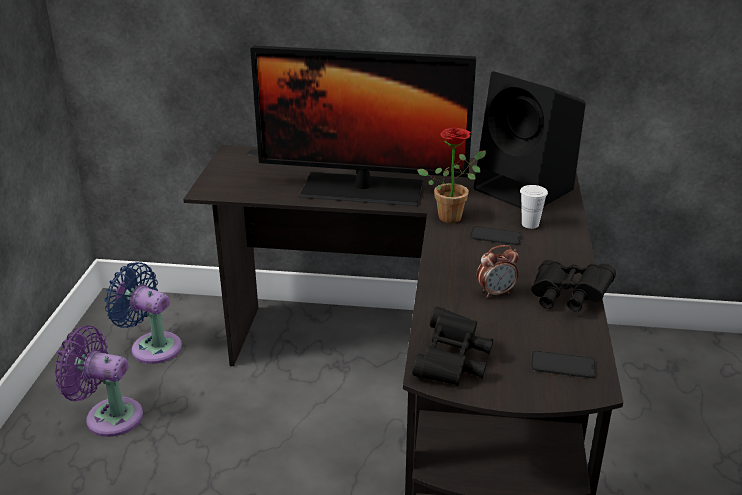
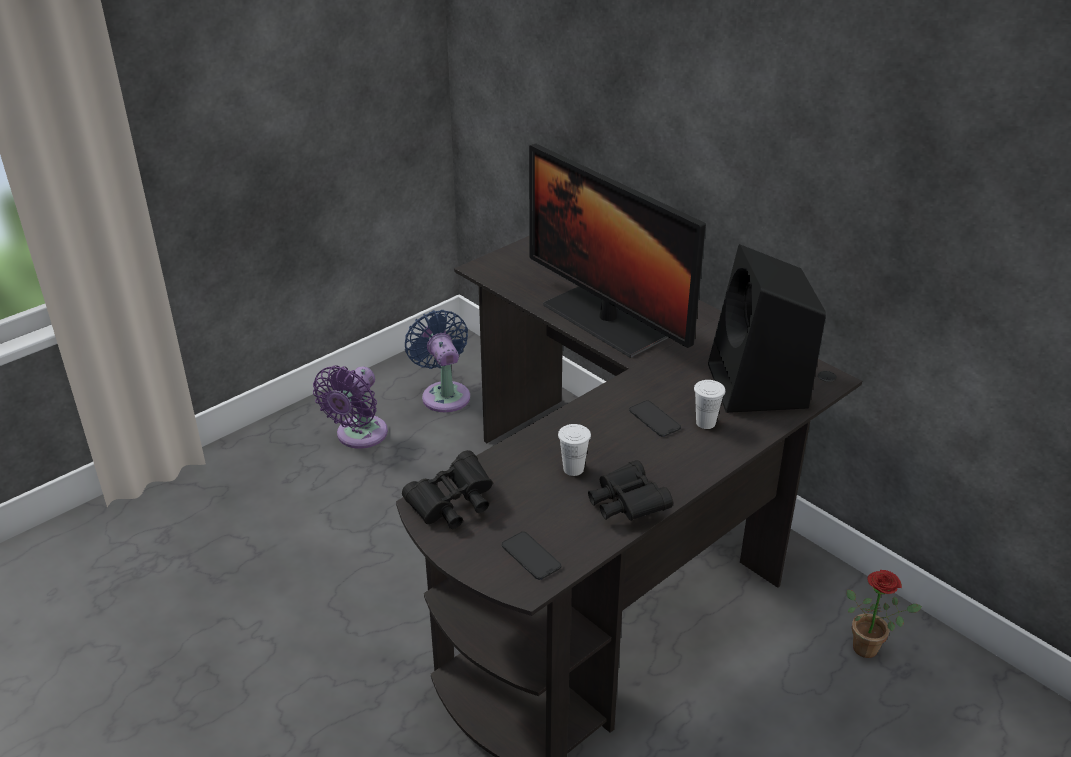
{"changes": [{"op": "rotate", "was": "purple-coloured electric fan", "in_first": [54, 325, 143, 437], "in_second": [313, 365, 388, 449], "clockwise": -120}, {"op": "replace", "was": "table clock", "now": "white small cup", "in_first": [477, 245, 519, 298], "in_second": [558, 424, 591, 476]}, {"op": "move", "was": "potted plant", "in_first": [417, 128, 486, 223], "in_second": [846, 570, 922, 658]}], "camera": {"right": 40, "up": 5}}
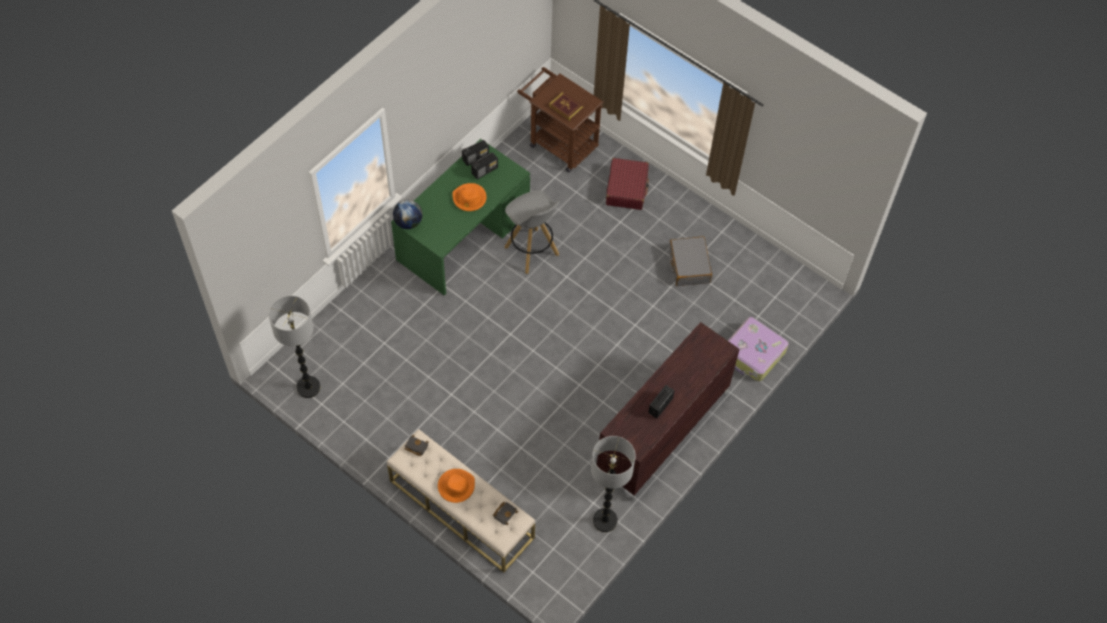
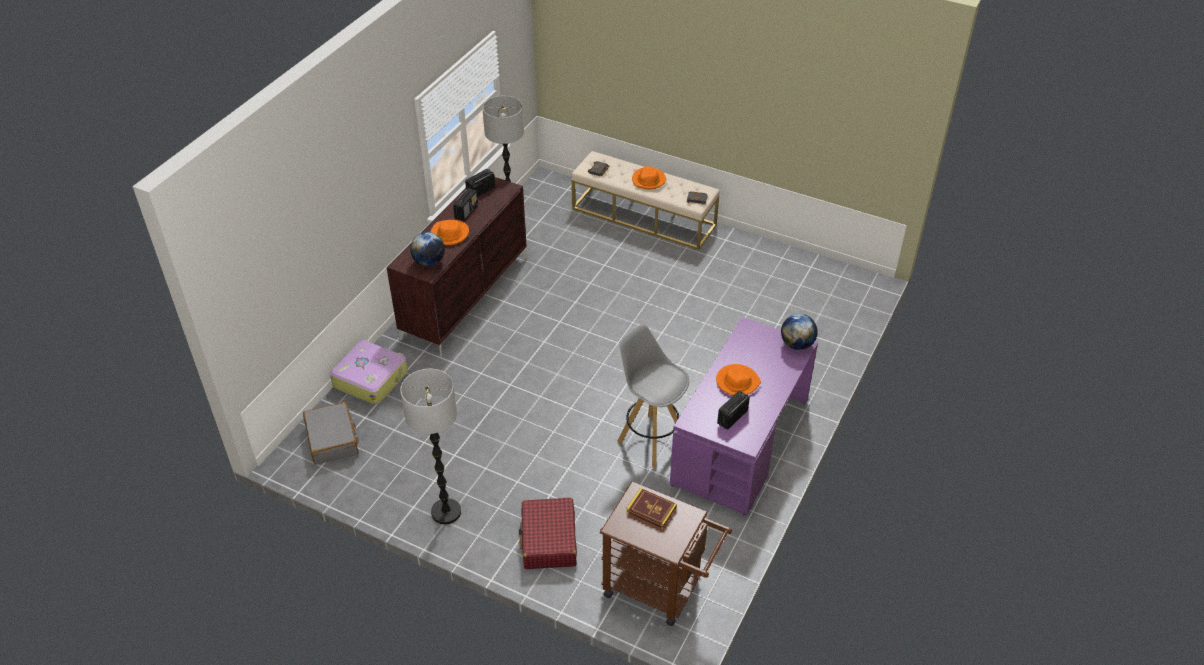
{"changes": [{"op": "move", "was": "greyish piece of luggage", "in_first": [669, 237, 712, 286], "in_second": [303, 402, 358, 465]}, {"op": "move", "was": "floor lamp", "in_first": [269, 296, 321, 398], "in_second": [400, 369, 461, 524]}, {"op": "insert", "now": "globe", "in_second": [410, 232, 445, 266]}, {"op": "insert", "now": "orange hat", "in_second": [431, 220, 469, 245]}, {"op": "move", "was": "radio set", "in_first": [462, 140, 489, 166], "in_second": [465, 169, 495, 197]}, {"op": "recolor", "was": "green-coloured desk unit", "now": "purple-coloured desk unit", "in_first": [391, 139, 530, 295], "in_second": [670, 317, 818, 515]}], "camera": {"right": 170, "up": -15}}
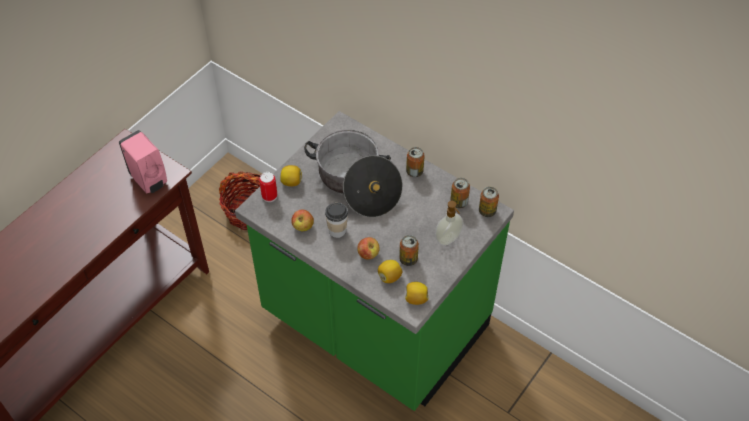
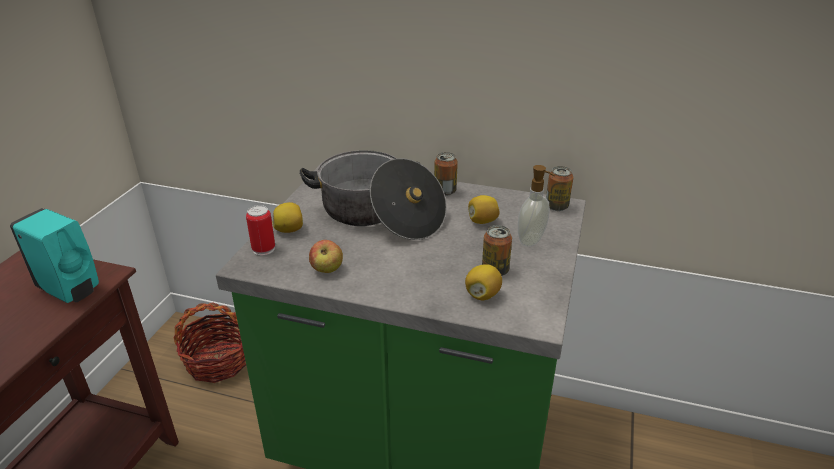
{"changes": [{"op": "recolor", "was": "pink soap dispenser", "now": "turquoise-coloured soap dispenser", "in_first": [119, 130, 167, 194], "in_second": [10, 208, 99, 303]}, {"op": "move", "was": "whole lemon", "in_first": [405, 282, 429, 305], "in_second": [468, 195, 500, 224]}, {"op": "delete", "was": "small cup", "in_first": [325, 203, 348, 238]}, {"op": "delete", "was": "apple fruit", "in_first": [357, 237, 380, 260]}, {"op": "delete", "was": "can", "in_first": [450, 178, 470, 208]}], "camera": {"right": -20, "up": -20}}
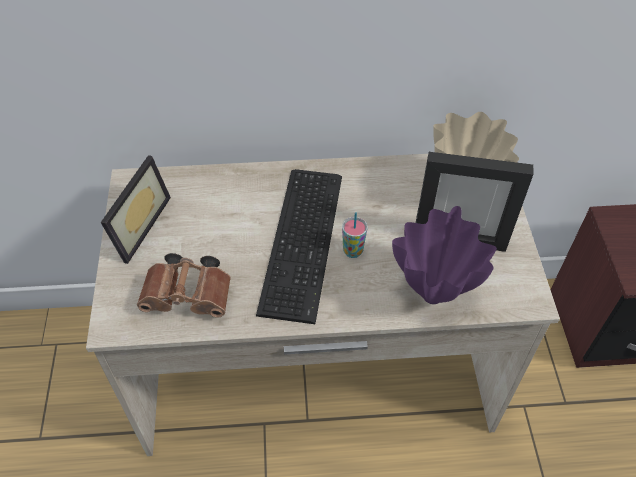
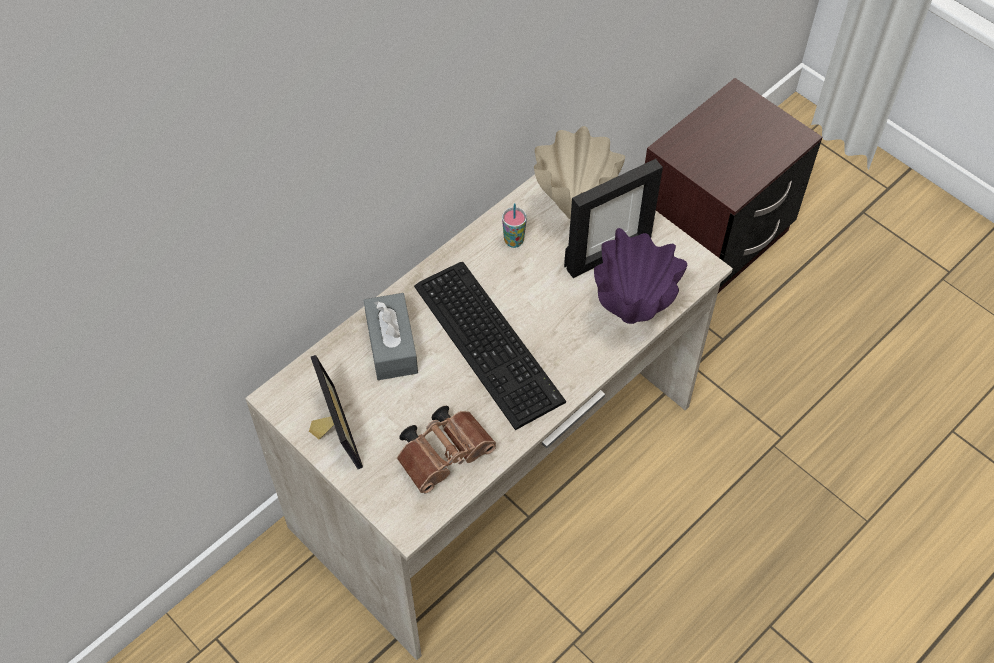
{"changes": [{"op": "insert", "now": "greyish tissue box", "in_second": [364, 293, 418, 380]}, {"op": "move", "was": "small cup", "in_first": [342, 212, 367, 258], "in_second": [502, 203, 527, 248]}], "camera": {"right": -40, "up": 5}}
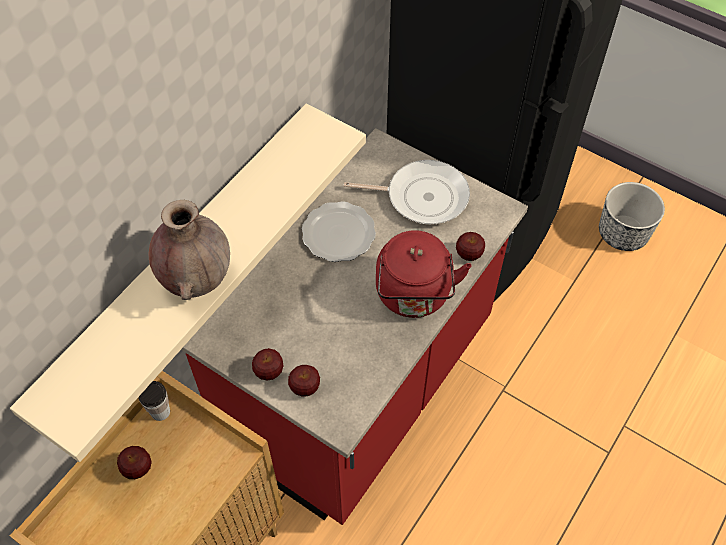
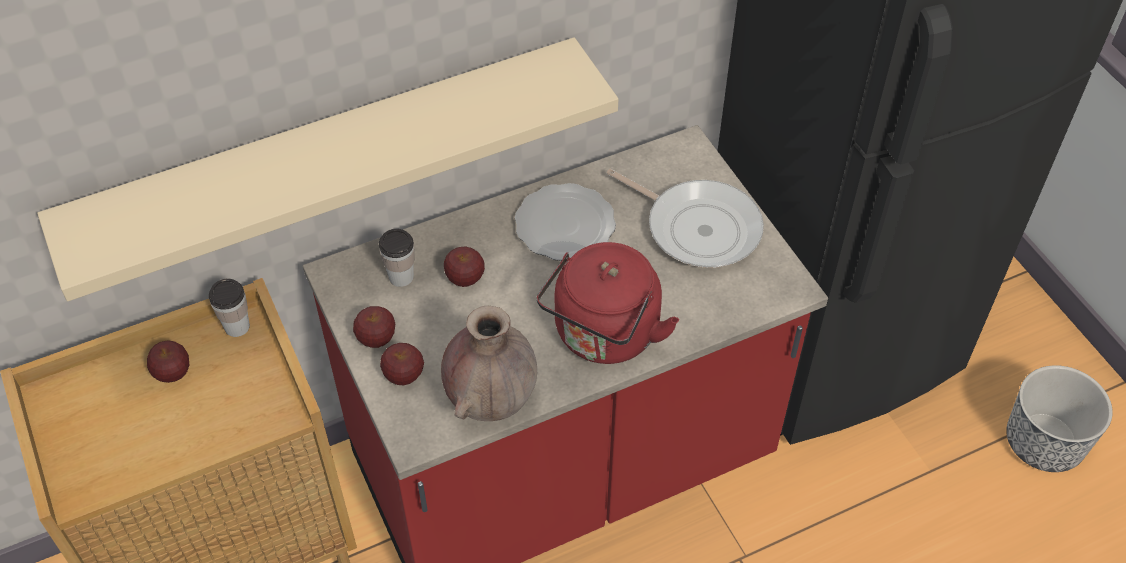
{"changes": [{"op": "insert", "now": "small cup", "in_second": [379, 229, 414, 287]}, {"op": "move", "was": "brown-coloured vase", "in_first": [148, 200, 230, 300], "in_second": [441, 306, 537, 421]}, {"op": "move", "was": "apple fruit", "in_first": [456, 232, 485, 261], "in_second": [444, 246, 485, 287]}], "camera": {"right": 30, "up": -5}}
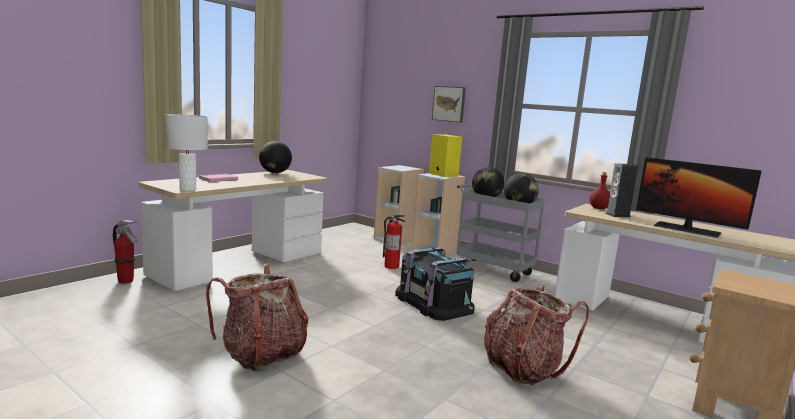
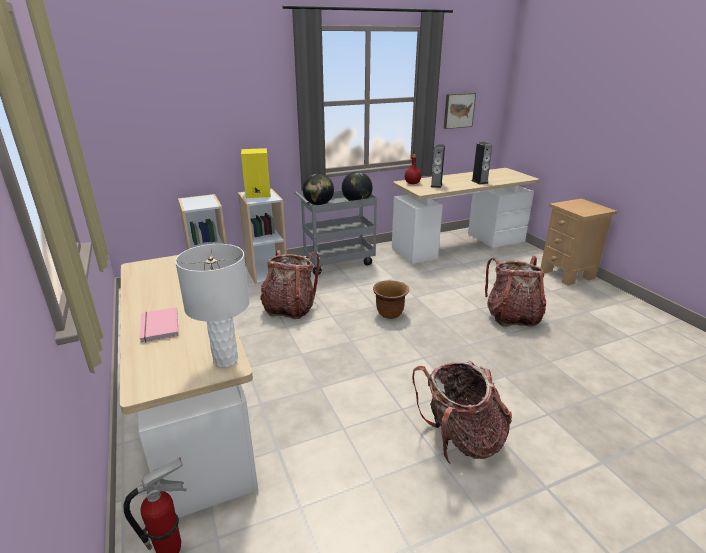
{"changes": [{"op": "replace", "was": "extinguisher", "now": "rucksack", "in_first": [383, 215, 405, 269], "in_second": [260, 250, 319, 319]}, {"op": "replace", "was": "black-coloured storage box", "now": "brown-coloured flower pot", "in_first": [395, 247, 475, 321], "in_second": [373, 280, 409, 319]}, {"op": "move", "was": "wall picture", "in_first": [432, 86, 466, 122], "in_second": [444, 93, 476, 129]}, {"op": "replace", "was": "monitor", "now": "speaker", "in_first": [636, 157, 762, 238], "in_second": [471, 142, 492, 185]}, {"op": "delete", "was": "globe", "in_first": [259, 141, 292, 173]}], "camera": {"right": -60, "up": 15}}
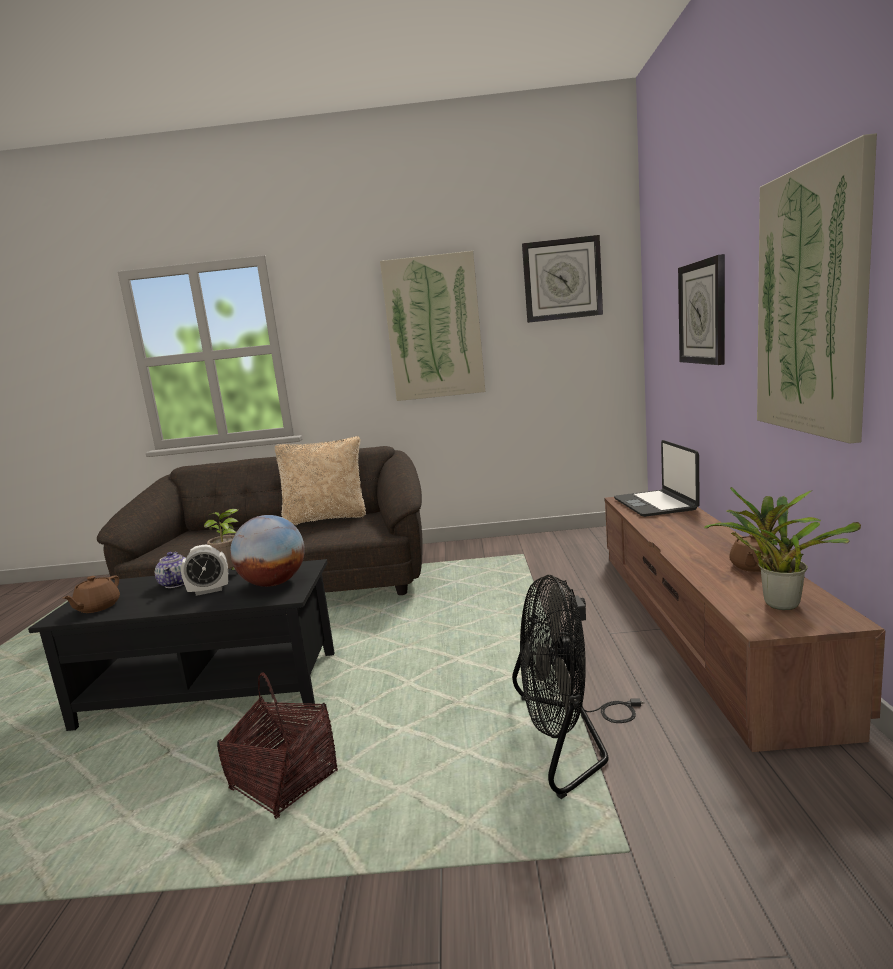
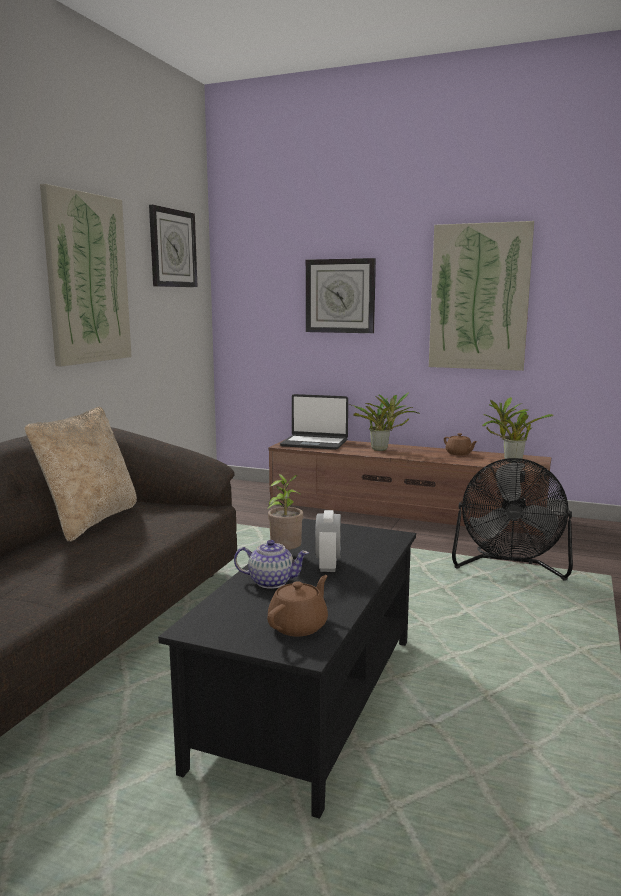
{"changes": [{"op": "rotate", "was": "brown-coloured teapot", "in_first": [63, 575, 120, 613], "in_second": [267, 575, 328, 636], "clockwise": -90}, {"op": "insert", "now": "potted plant", "in_second": [349, 392, 419, 451]}, {"op": "delete", "was": "storage basket", "in_first": [217, 672, 338, 819]}, {"op": "delete", "was": "globe", "in_first": [230, 515, 305, 587]}], "camera": {"right": -70, "up": 0}}
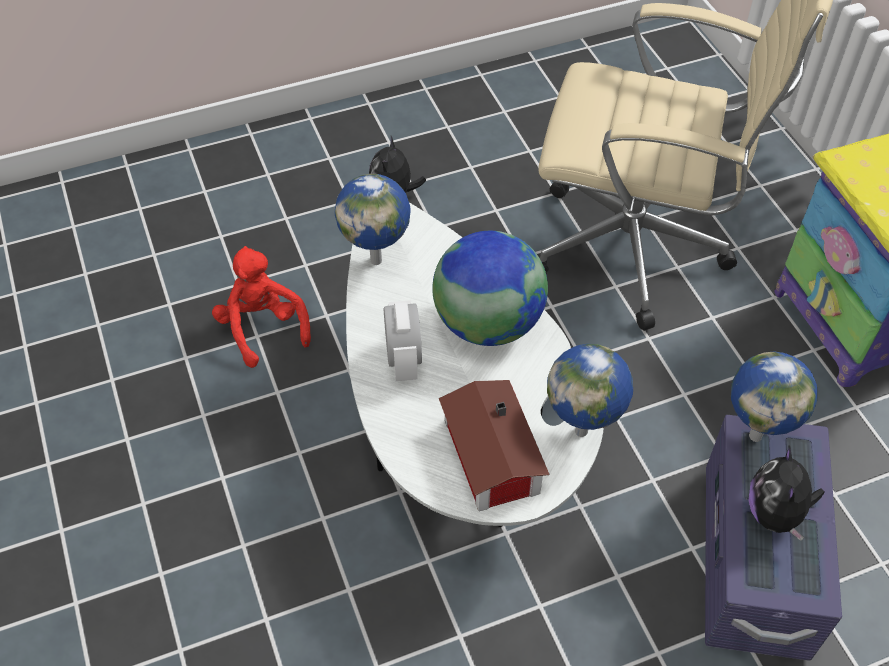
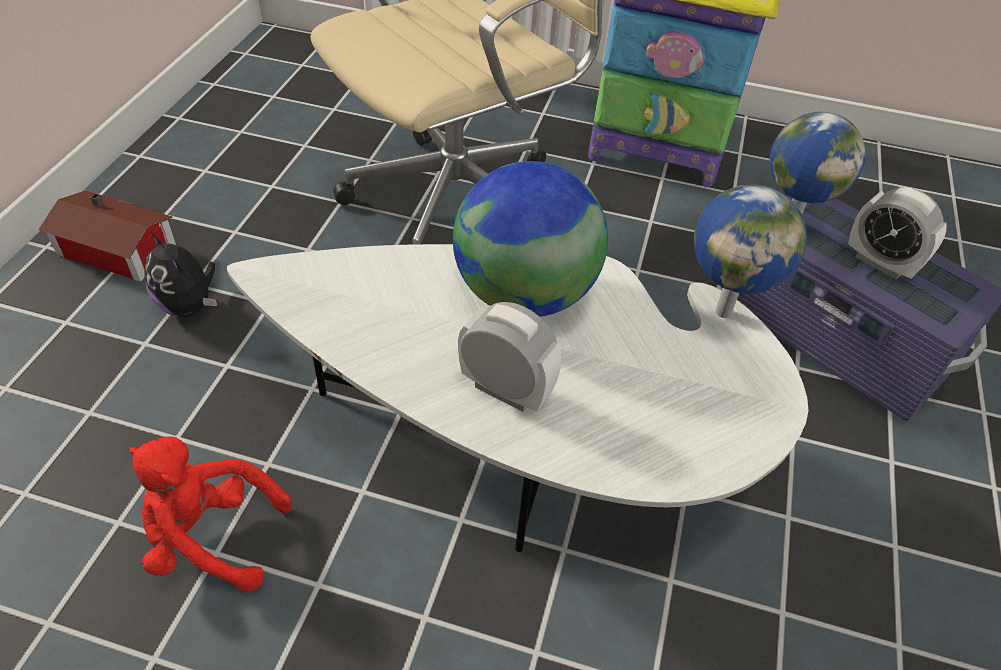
{"changes": [{"op": "move", "was": "toy house", "in_first": [439, 380, 550, 511], "in_second": [38, 190, 176, 282]}, {"op": "replace", "was": "plush toy", "now": "table clock", "in_first": [748, 445, 825, 541], "in_second": [848, 187, 947, 280]}, {"op": "delete", "was": "globe", "in_first": [335, 174, 411, 265]}], "camera": {"right": -55, "up": -5}}
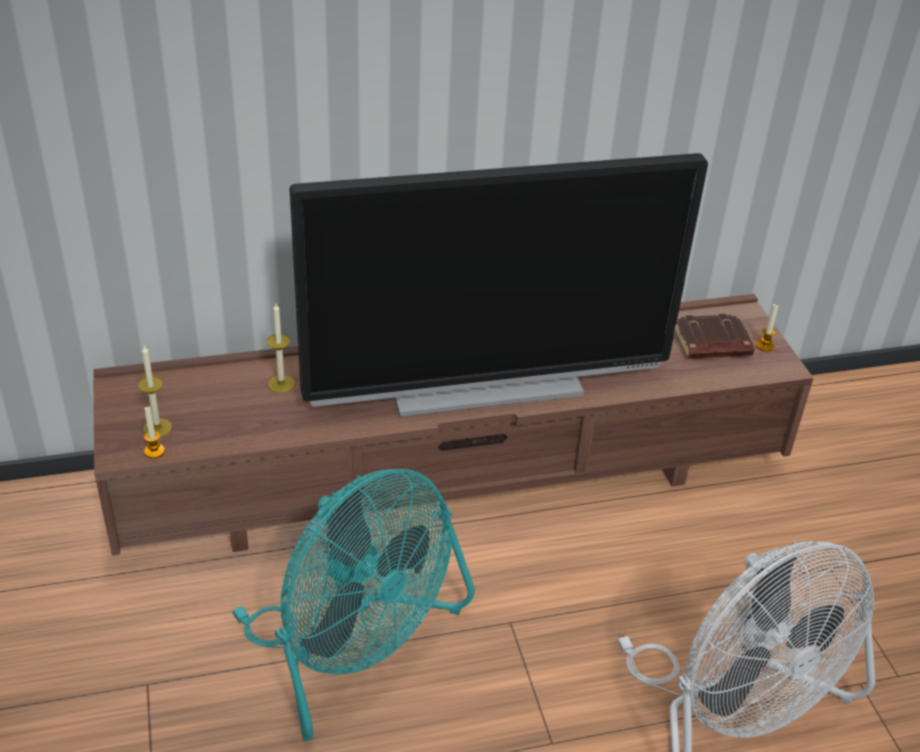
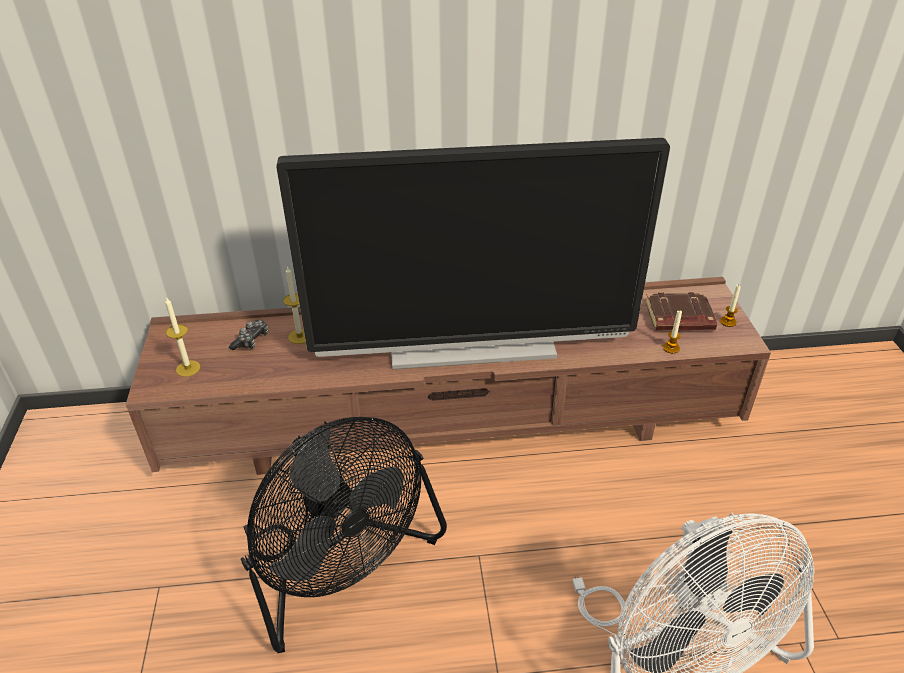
{"changes": [{"op": "insert", "now": "joypad", "in_second": [229, 320, 268, 351]}, {"op": "recolor", "was": "turquoise-coloured electric fan", "now": "black-coloured electric fan", "in_first": [233, 469, 475, 742], "in_second": [241, 417, 447, 653]}, {"op": "move", "was": "candle", "in_first": [144, 406, 165, 458], "in_second": [663, 310, 682, 354]}], "camera": {"right": 10, "up": 0}}
